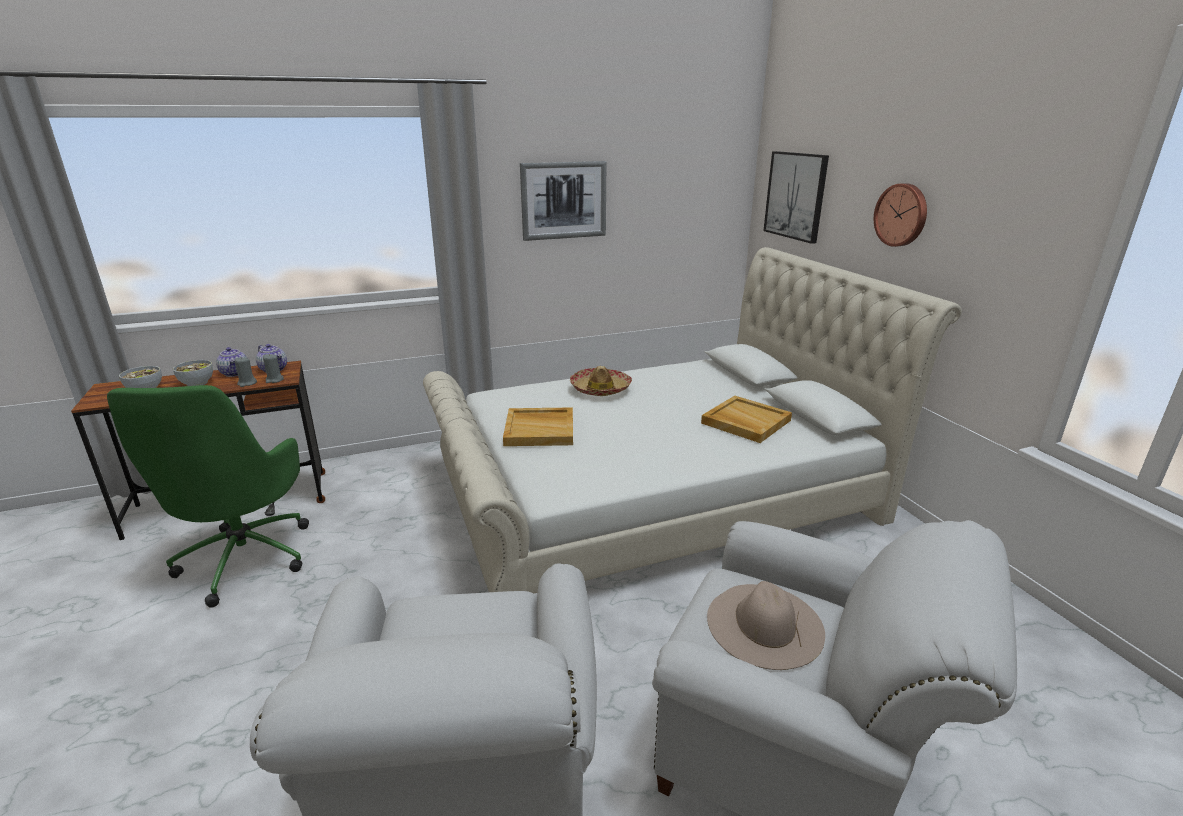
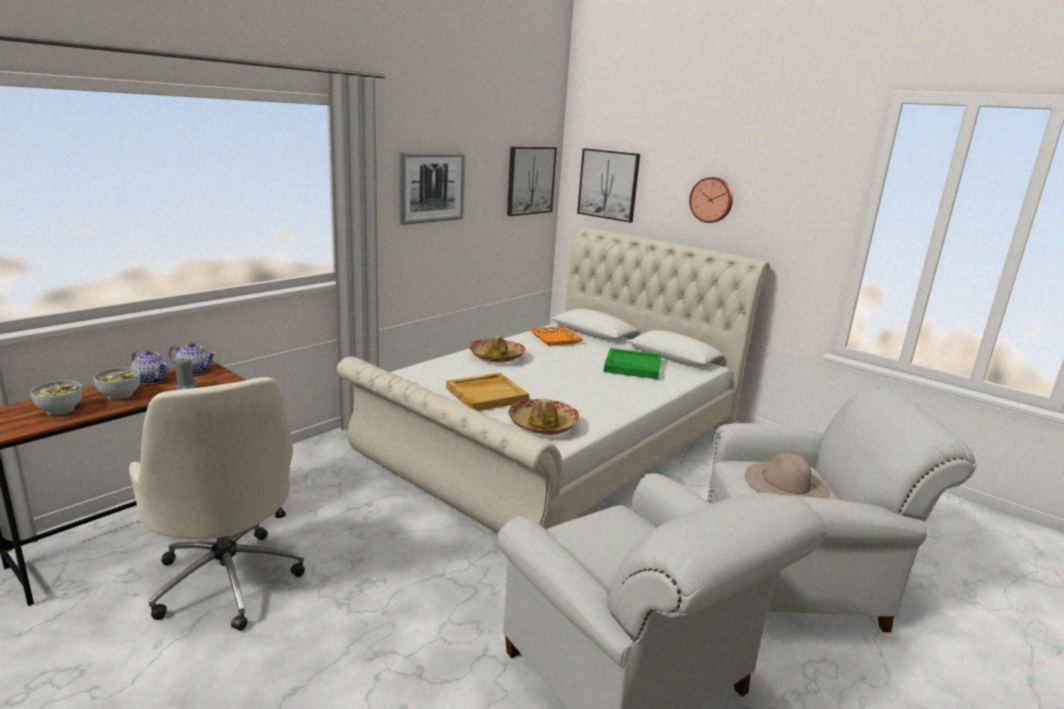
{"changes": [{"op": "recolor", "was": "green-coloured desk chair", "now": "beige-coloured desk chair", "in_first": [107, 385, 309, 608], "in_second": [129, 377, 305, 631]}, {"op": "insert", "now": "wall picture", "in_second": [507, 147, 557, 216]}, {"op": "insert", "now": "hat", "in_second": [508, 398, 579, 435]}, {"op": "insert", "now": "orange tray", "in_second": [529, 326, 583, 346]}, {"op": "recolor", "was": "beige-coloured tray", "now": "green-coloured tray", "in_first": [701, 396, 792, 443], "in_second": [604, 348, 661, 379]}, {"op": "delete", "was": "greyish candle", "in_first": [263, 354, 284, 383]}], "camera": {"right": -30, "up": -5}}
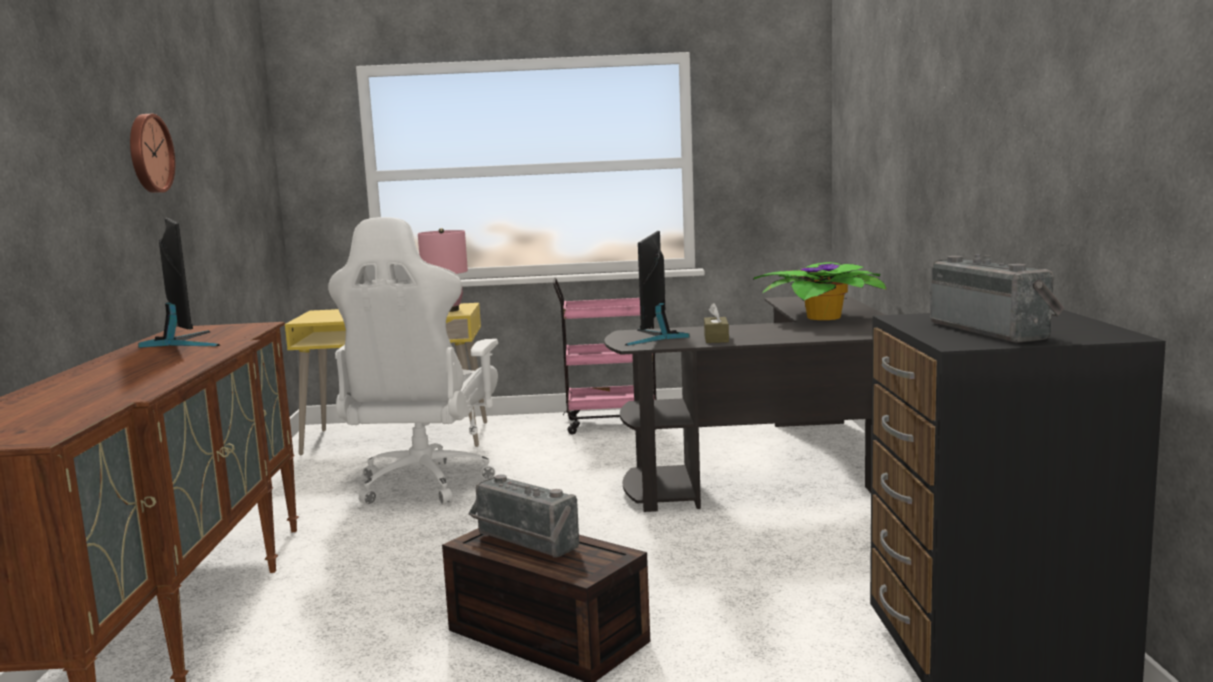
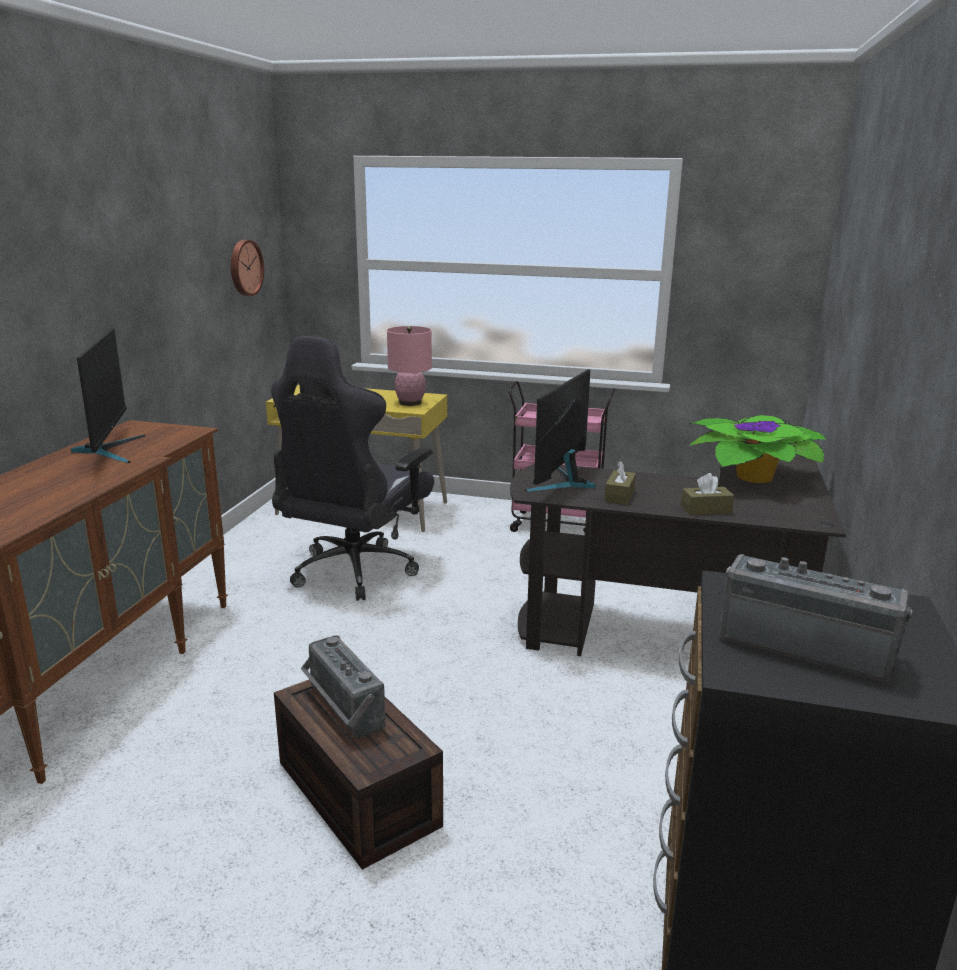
{"changes": [{"op": "move", "was": "clock on the wall", "in_first": [130, 114, 175, 193], "in_second": [231, 240, 264, 296]}, {"op": "recolor", "was": "white desk chair", "now": "black-coloured desk chair", "in_first": [328, 217, 498, 505], "in_second": [271, 336, 434, 601]}, {"op": "insert", "now": "brown-coloured tissue box", "in_second": [681, 473, 734, 515]}, {"op": "rotate", "was": "radio set", "in_first": [930, 254, 1065, 343], "in_second": [719, 554, 912, 682], "clockwise": -60}], "camera": {"right": 15, "up": 10}}
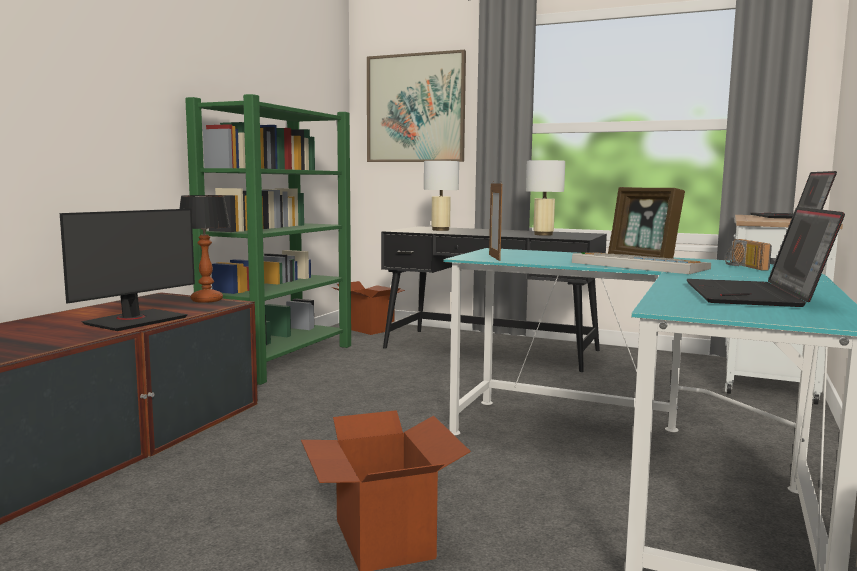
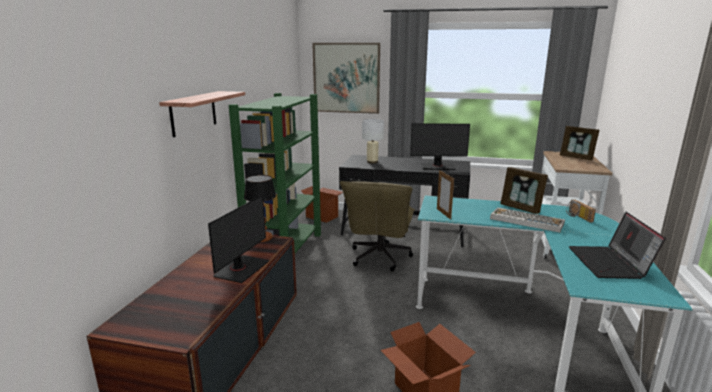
{"changes": [{"op": "insert", "now": "shelf", "in_second": [159, 91, 245, 137]}, {"op": "insert", "now": "beige-coloured desk chair", "in_second": [340, 181, 416, 272]}, {"op": "replace", "was": "white lamp for a table", "now": "monitor", "in_first": [526, 160, 565, 236], "in_second": [410, 123, 470, 170]}, {"op": "replace", "was": "notebook computer", "now": "photo frame", "in_first": [750, 171, 837, 218], "in_second": [560, 126, 600, 160]}], "camera": {"right": -10, "up": 10}}
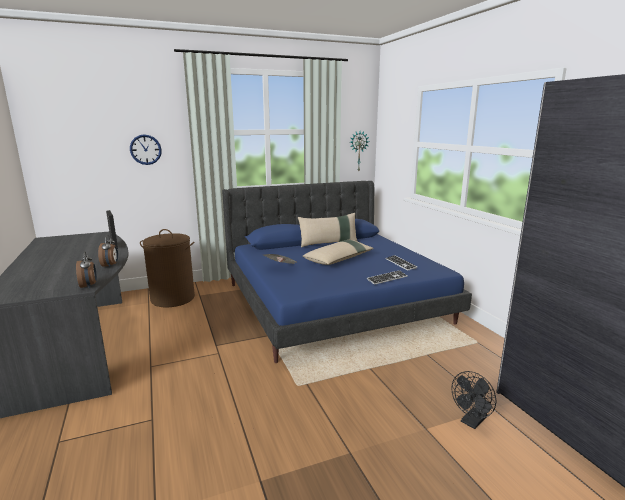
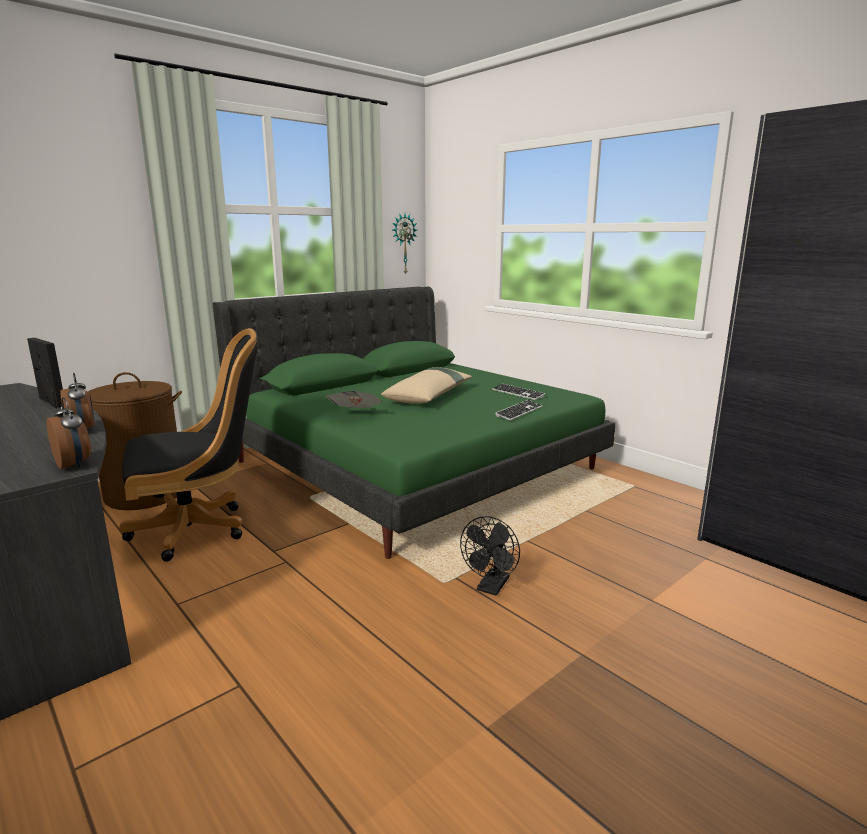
{"changes": [{"op": "insert", "now": "black-coloured desk chair", "in_second": [119, 328, 257, 562]}, {"op": "recolor", "was": "blue bedroom bed", "now": "green-coloured bedroom bed", "in_first": [222, 181, 472, 363], "in_second": [213, 286, 615, 559]}, {"op": "move", "was": "black-coloured electric fan", "in_first": [451, 371, 496, 429], "in_second": [460, 516, 520, 596]}, {"op": "delete", "was": "clock on the wall", "in_first": [130, 134, 162, 165]}, {"op": "delete", "was": "beige-coloured throw pillow", "in_first": [298, 213, 358, 248]}], "camera": {"right": -20, "up": 0}}
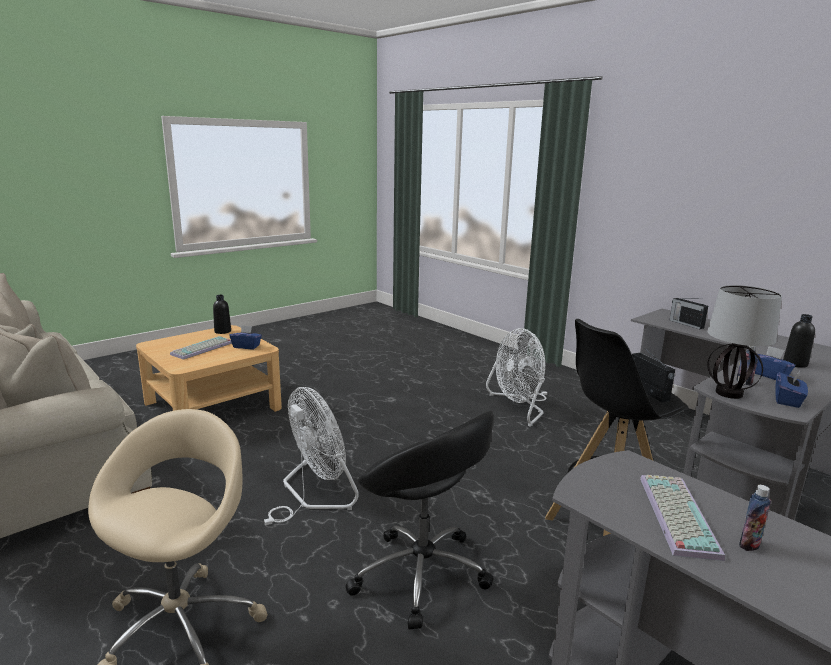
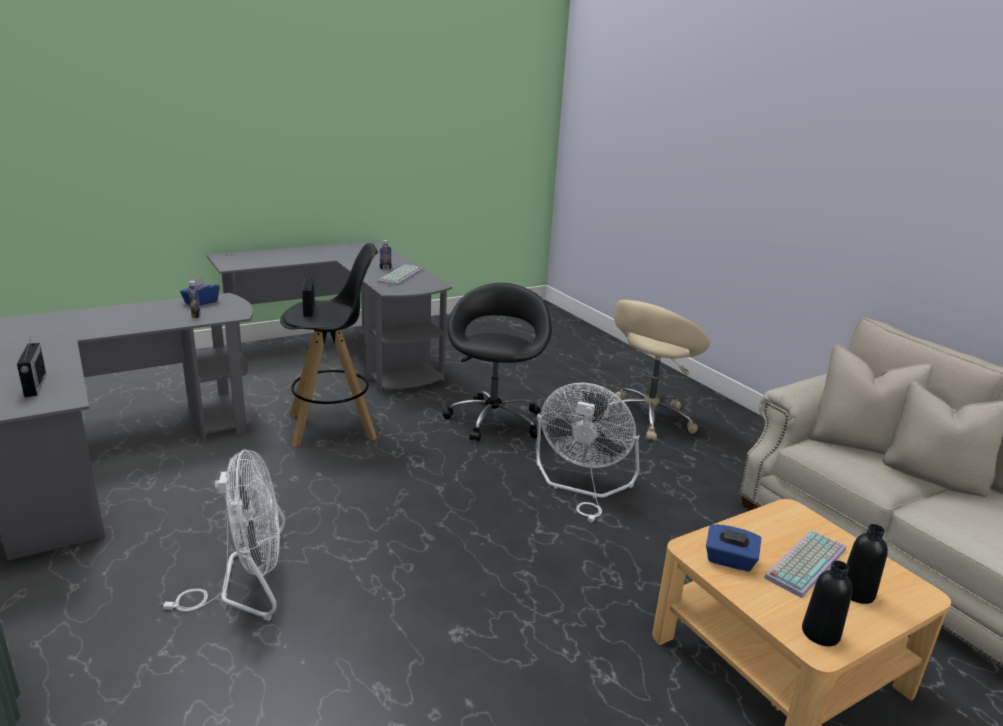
{"changes": [{"op": "rotate", "was": "black-coloured desk chair", "in_first": [346, 411, 493, 630], "in_second": [443, 283, 552, 441], "clockwise": 45}, {"op": "rotate", "was": "white electric fan", "in_first": [262, 387, 359, 525], "in_second": [536, 383, 640, 522], "clockwise": 135}, {"op": "move", "was": "black-coloured drink bottle", "in_first": [783, 314, 815, 368], "in_second": [847, 524, 888, 604]}, {"op": "delete", "was": "lamp for a table", "in_first": [707, 285, 782, 399]}, {"op": "delete", "was": "blue tissue box", "in_first": [755, 346, 795, 380]}], "camera": {"right": -170, "up": 5}}
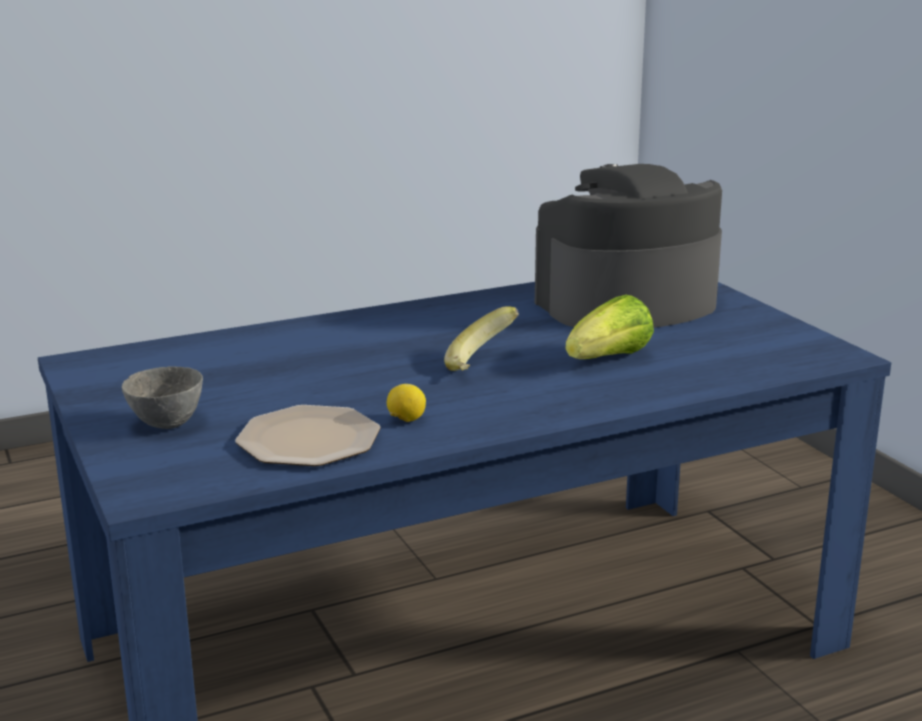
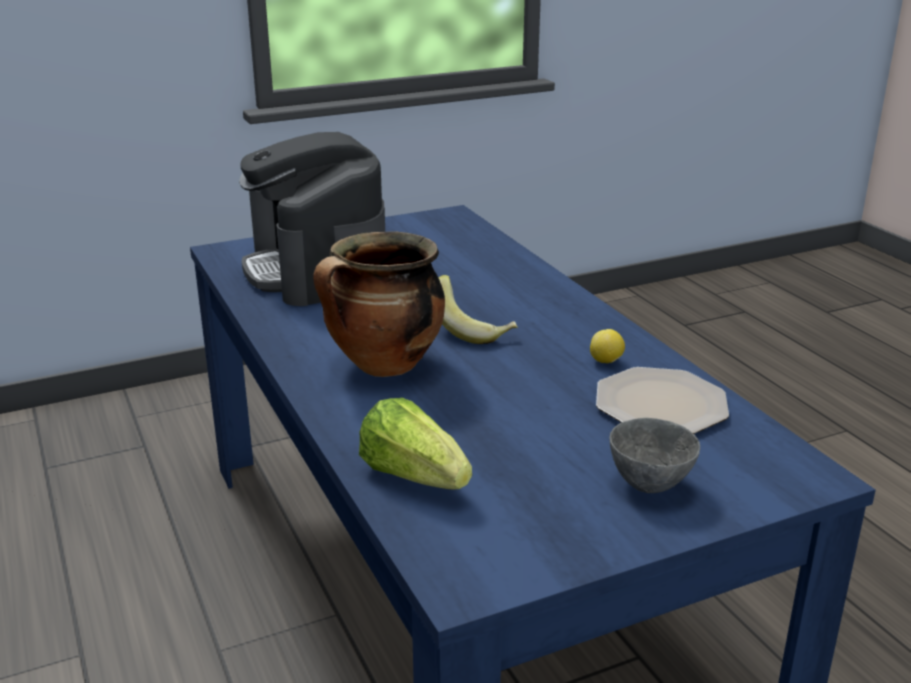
{"changes": [{"op": "insert", "now": "stockpot", "in_second": [313, 231, 445, 377]}, {"op": "move", "was": "lettuce", "in_first": [565, 295, 654, 359], "in_second": [359, 398, 472, 490]}], "camera": {"right": -90, "up": 5}}
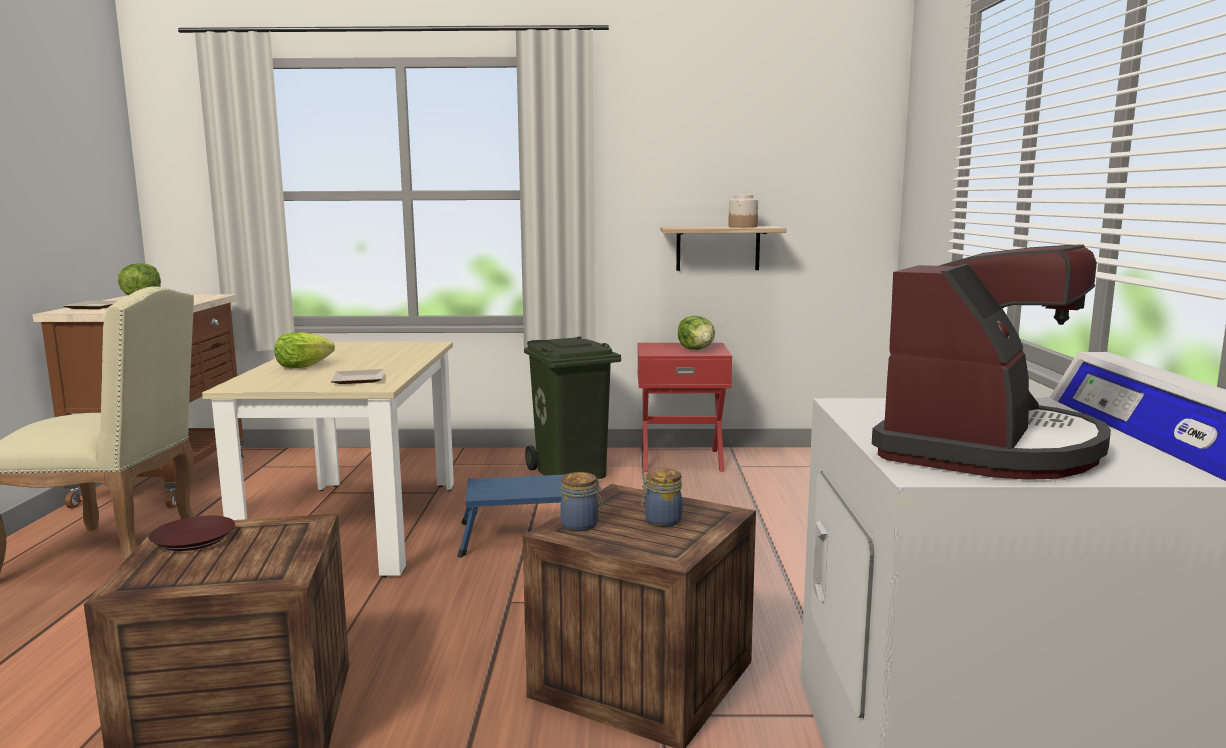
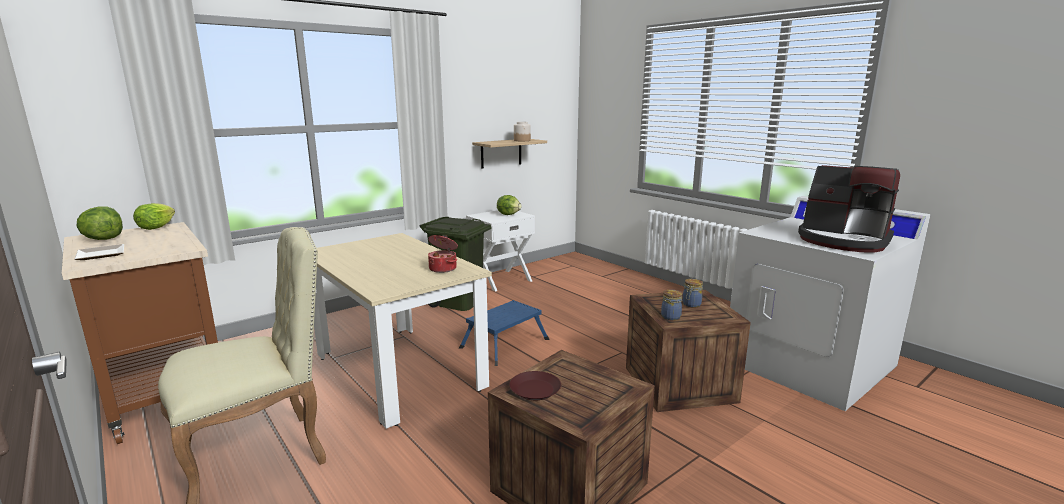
{"changes": [{"op": "move", "was": "lettuce", "in_first": [274, 332, 335, 369], "in_second": [133, 203, 175, 230]}, {"op": "replace", "was": "plate", "now": "stockpot", "in_first": [331, 369, 384, 384], "in_second": [428, 235, 458, 273]}, {"op": "recolor", "was": "red bedside table", "now": "white bedside table", "in_first": [637, 343, 732, 472], "in_second": [466, 210, 535, 292]}, {"op": "rotate", "was": "coffee machine", "in_first": [872, 244, 1111, 480], "in_second": [798, 165, 900, 253], "clockwise": 135}], "camera": {"right": -40, "up": 5}}
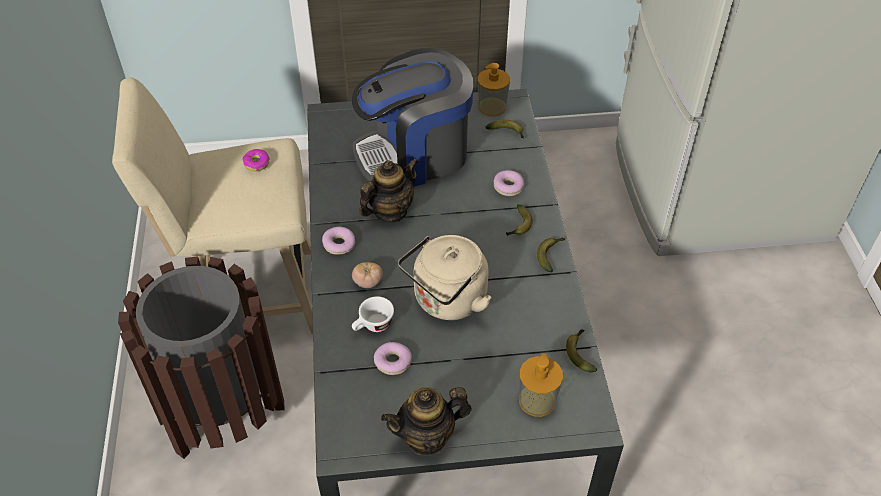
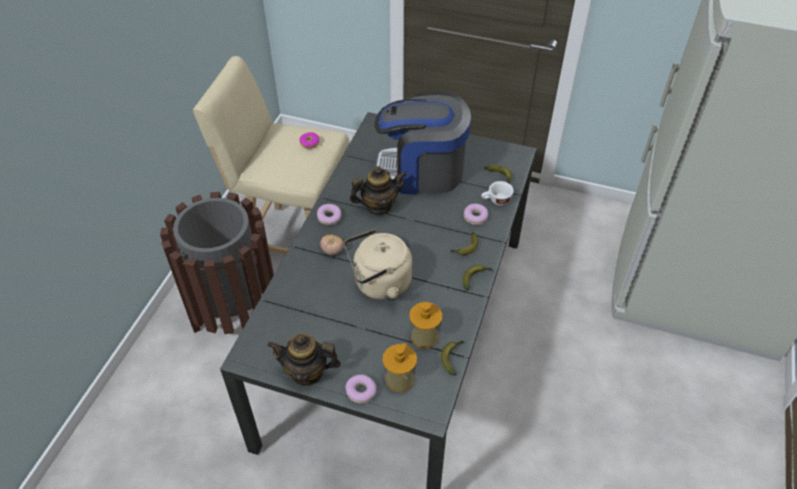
{"changes": [{"op": "move", "was": "doughnut", "in_first": [374, 342, 412, 375], "in_second": [345, 374, 377, 403]}, {"op": "move", "was": "soap dispenser", "in_first": [478, 63, 510, 116], "in_second": [409, 302, 442, 348]}, {"op": "move", "was": "white small cup", "in_first": [352, 296, 394, 332], "in_second": [481, 181, 514, 206]}], "camera": {"right": 25, "up": 0}}
